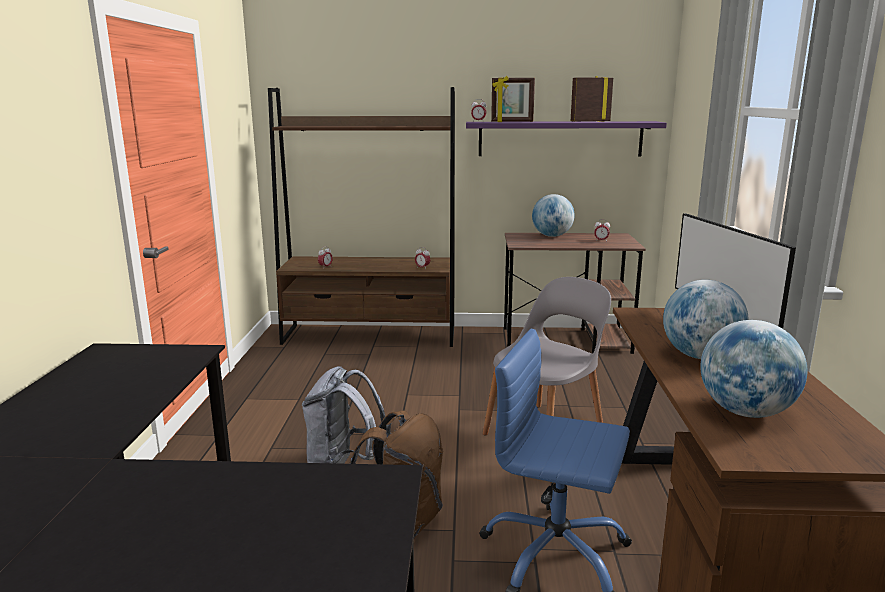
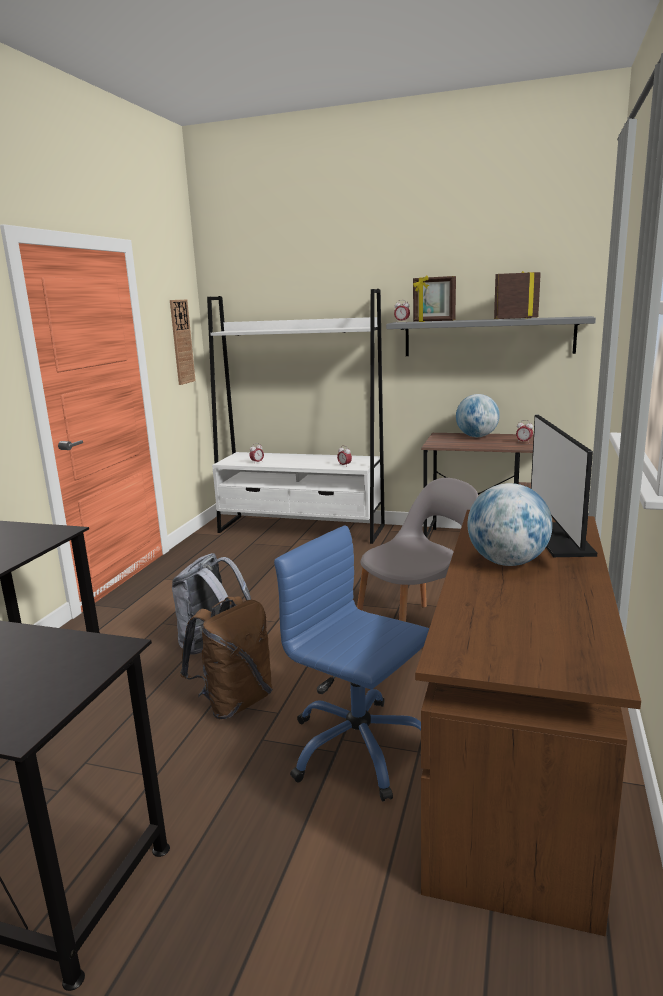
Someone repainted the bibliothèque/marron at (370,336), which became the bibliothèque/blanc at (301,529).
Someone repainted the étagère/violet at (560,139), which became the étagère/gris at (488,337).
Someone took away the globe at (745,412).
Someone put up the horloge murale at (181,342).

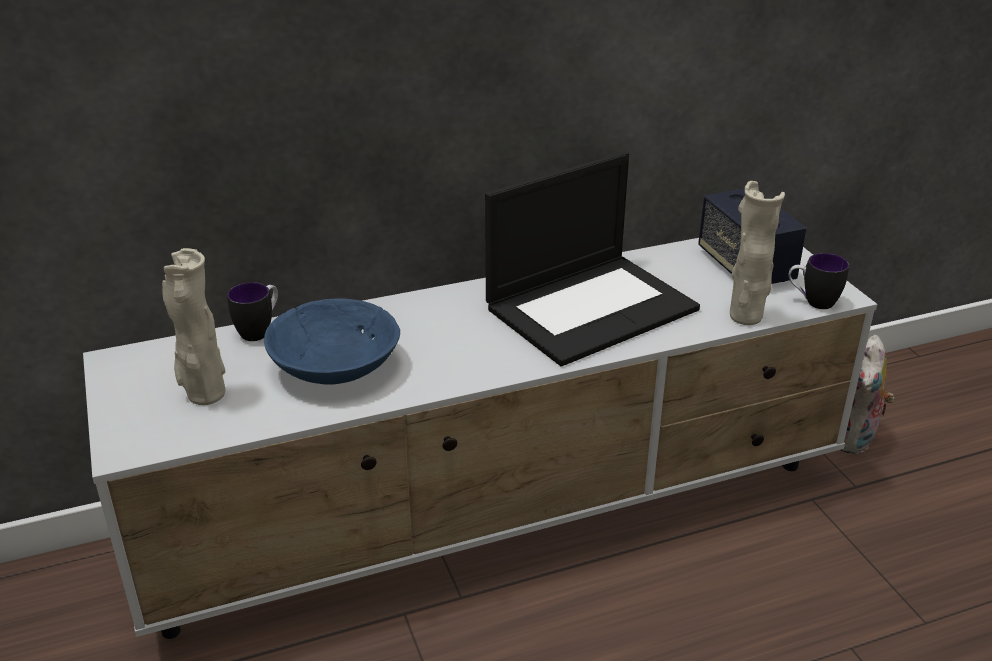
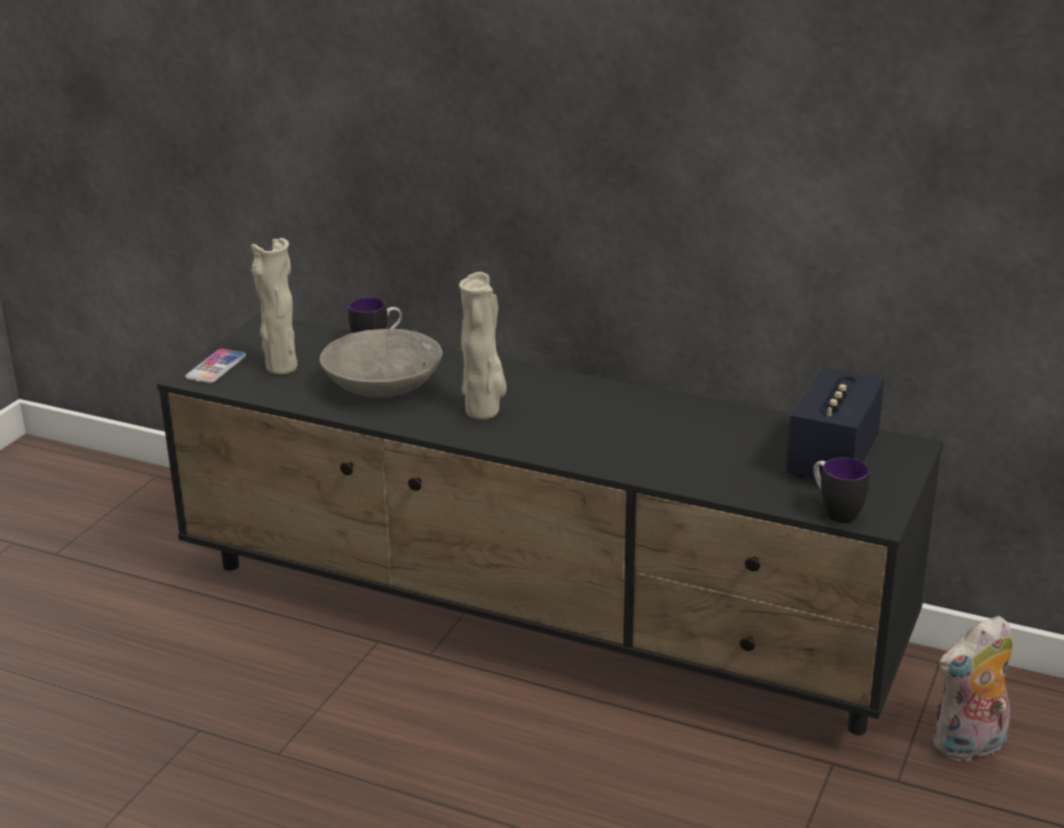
Someone repainted the meuble télé/blanc at (499,515), which became the meuble télé/noir at (538,620).
Someone repainted the bol/bleu at (336,367), which became the bol/gris at (382,387).
Someone took away the ordinateur portable at (591,307).
Someone carried the vase/beige from (746,316) to (484,412).
Someone put down the téléphone at (216,367).

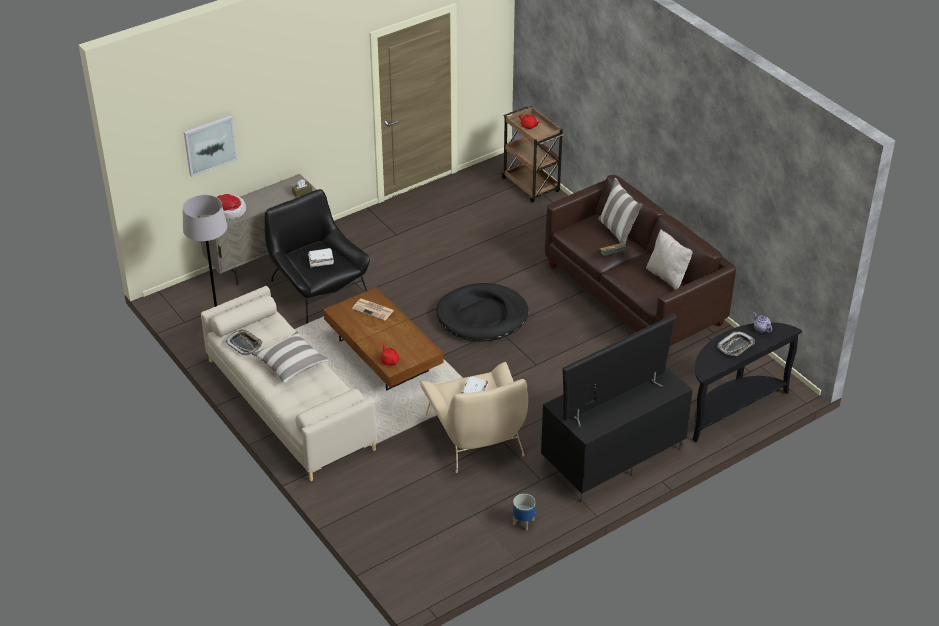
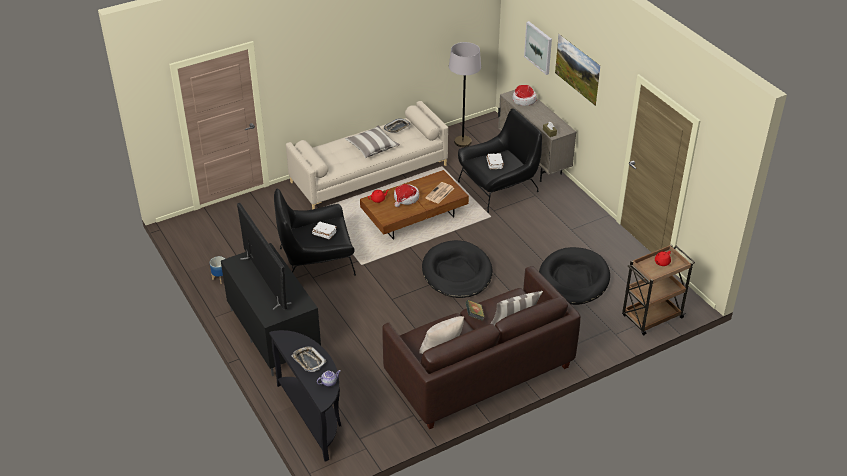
Someone repainted the fauteuil/beige at (476,435), which became the fauteuil/noir at (316,260).
Someone put down the chapeau at (406,198).
Someone put down the panier pour chien/noir at (573,279).
Someone put up the tableau at (576,79).

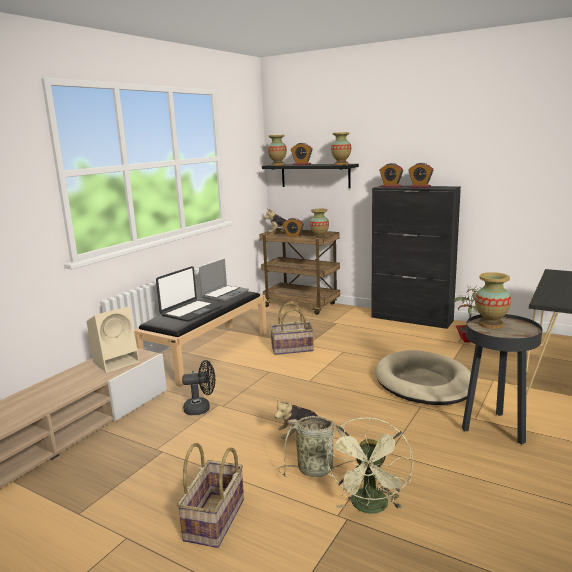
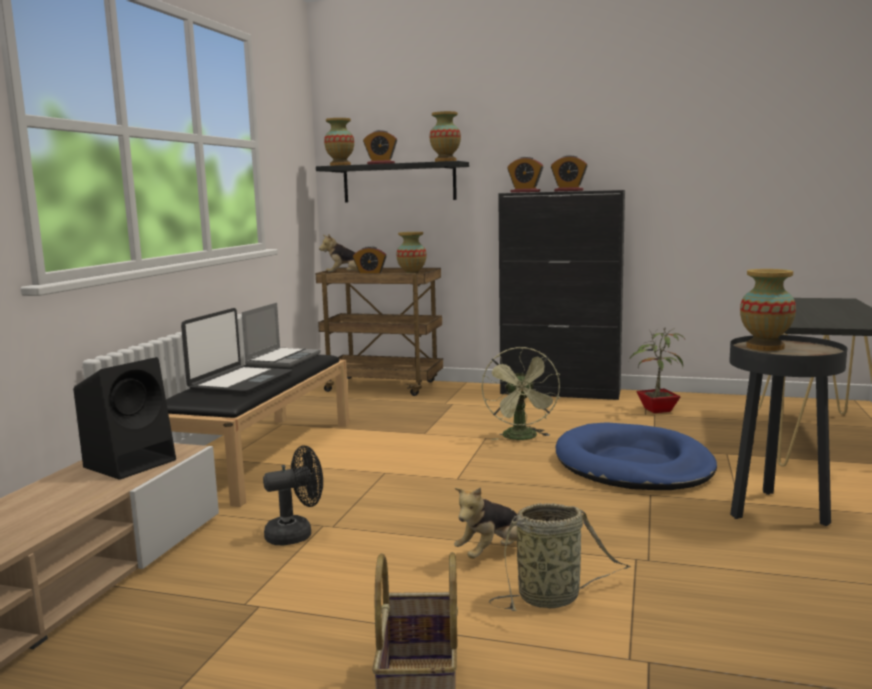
Someone repainted the enceinte/beige at (117,361), which became the enceinte/noir at (131,463).
Someone took away the panier at (292,349).
Someone carried the ventilateur/vert from (370,508) to (522,438).
Someone repainted the panier pour chien/beige at (423,382), which became the panier pour chien/bleu at (633,465).

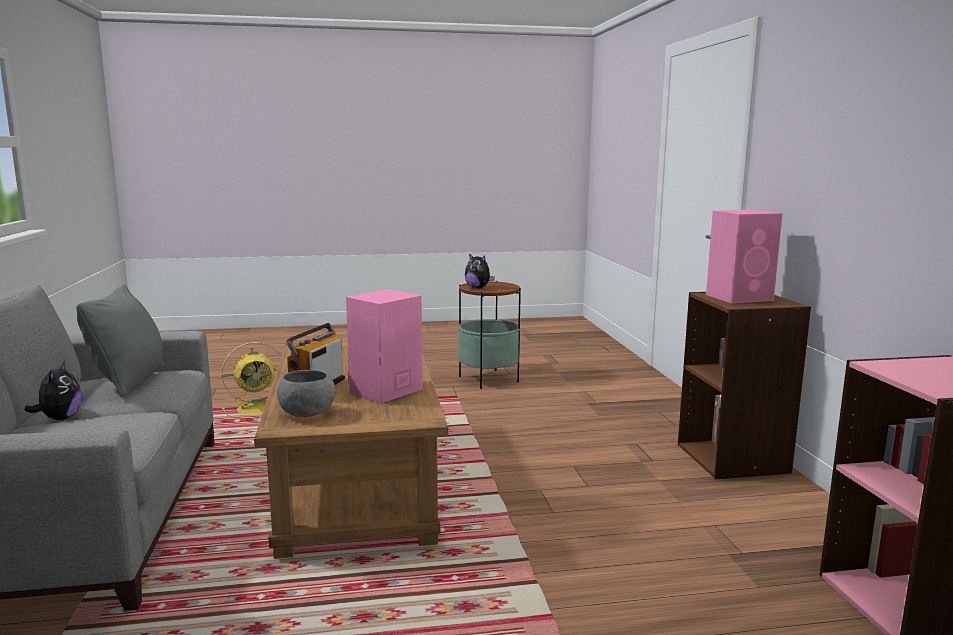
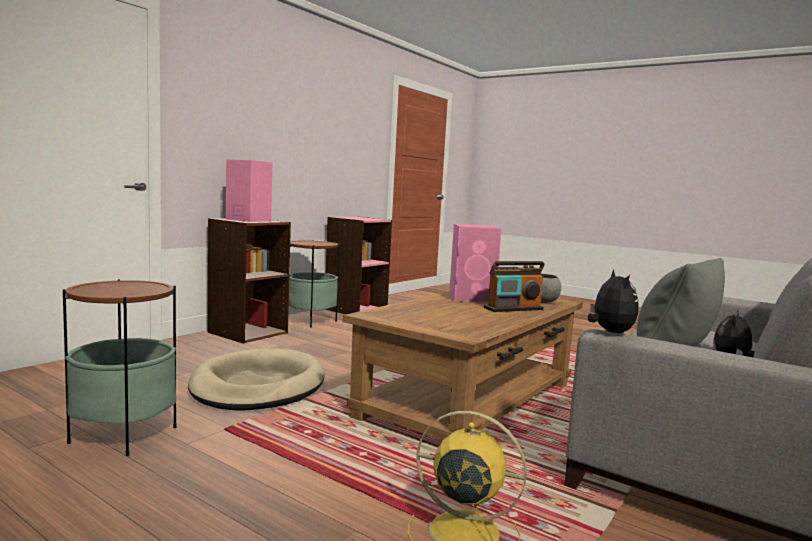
Someone carried the peluche from (478,288) to (610,332).
Someone put down the panier pour chien/beige at (258,386).
Someone put down the table d'appoint at (310,321).

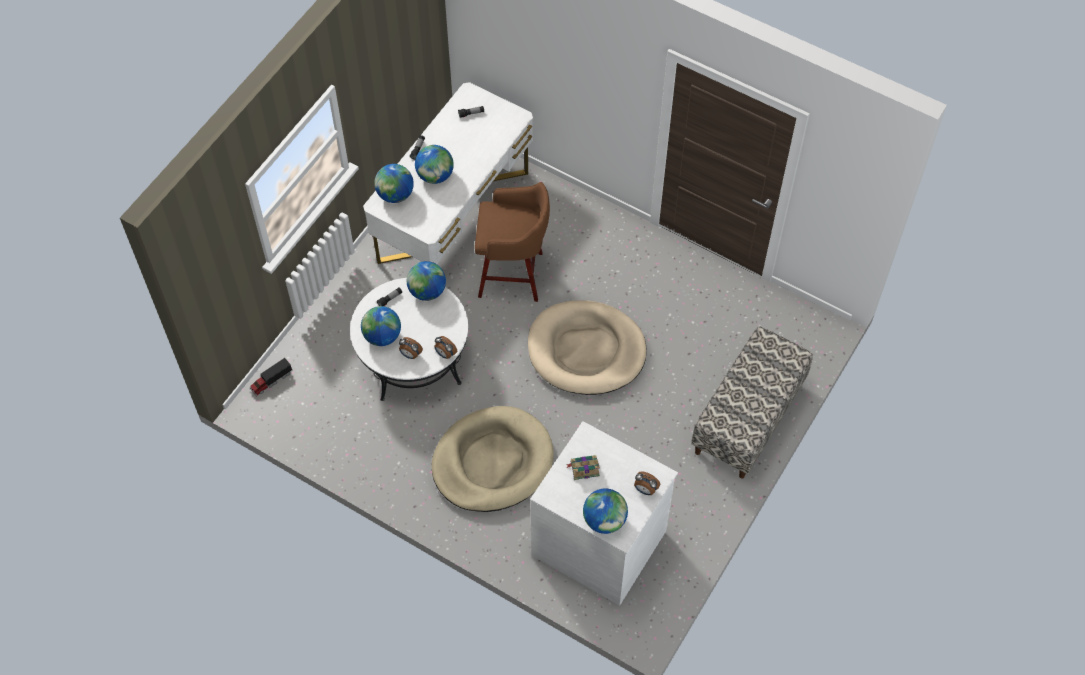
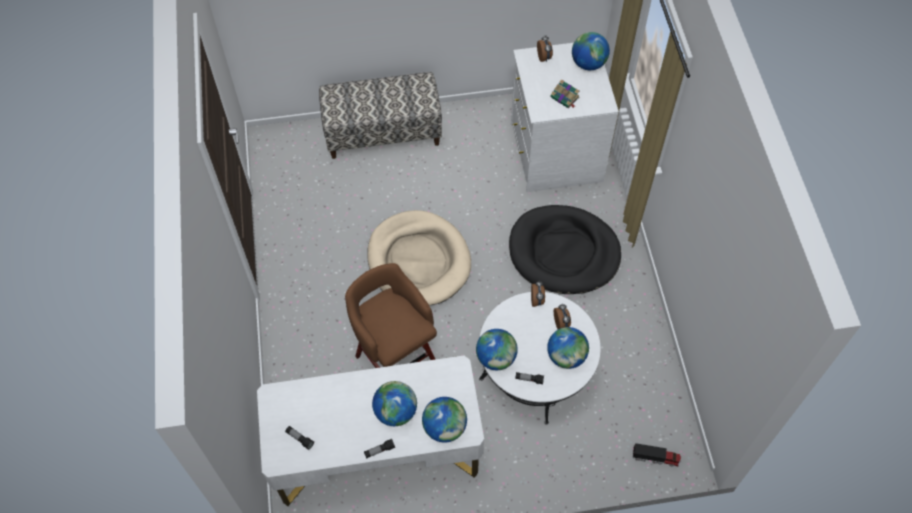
Someone repainted the panier pour chien/beige at (492,462), which became the panier pour chien/noir at (563,252).

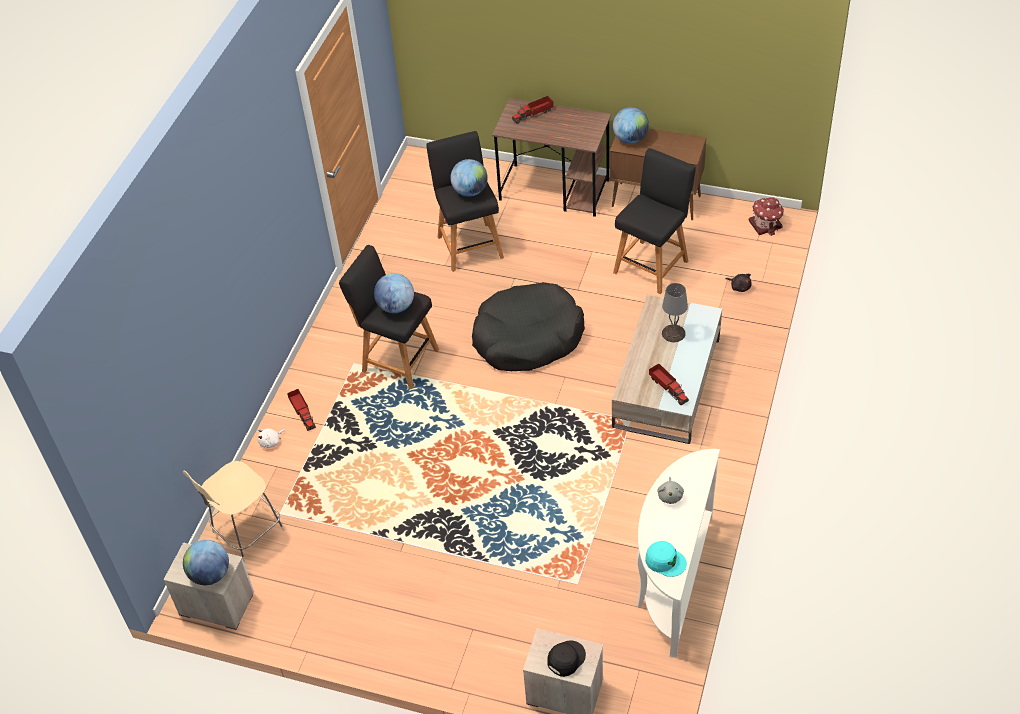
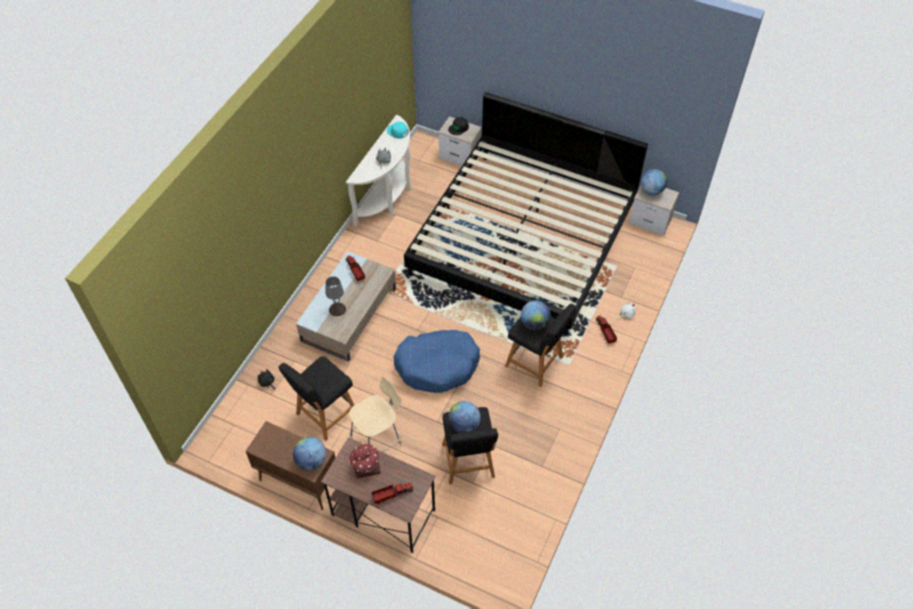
Someone carried the chaise/beige from (246,532) to (377,441).
Someone repainted the panier pour chien/noir at (527,337), which became the panier pour chien/bleu at (437,365).
Someone carried the maison miniature from (766,224) to (366,466).
Someone put down the lit at (523,239).

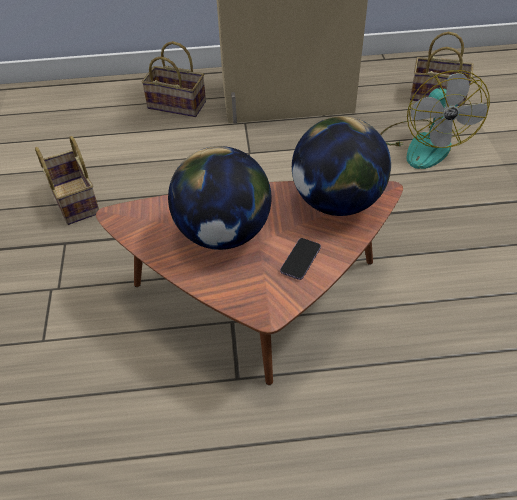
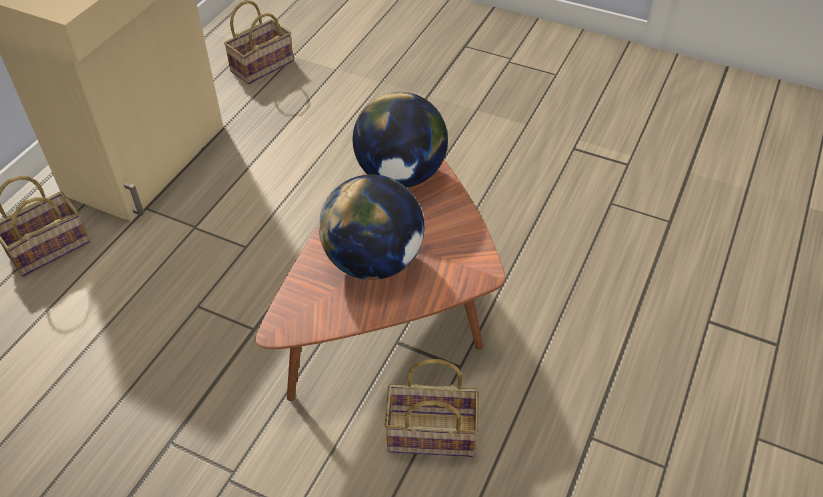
Someone carried the panier from (73,200) to (429,436).
Someone took away the téléphone at (300,260).
Someone took away the ventilateur at (424,143).

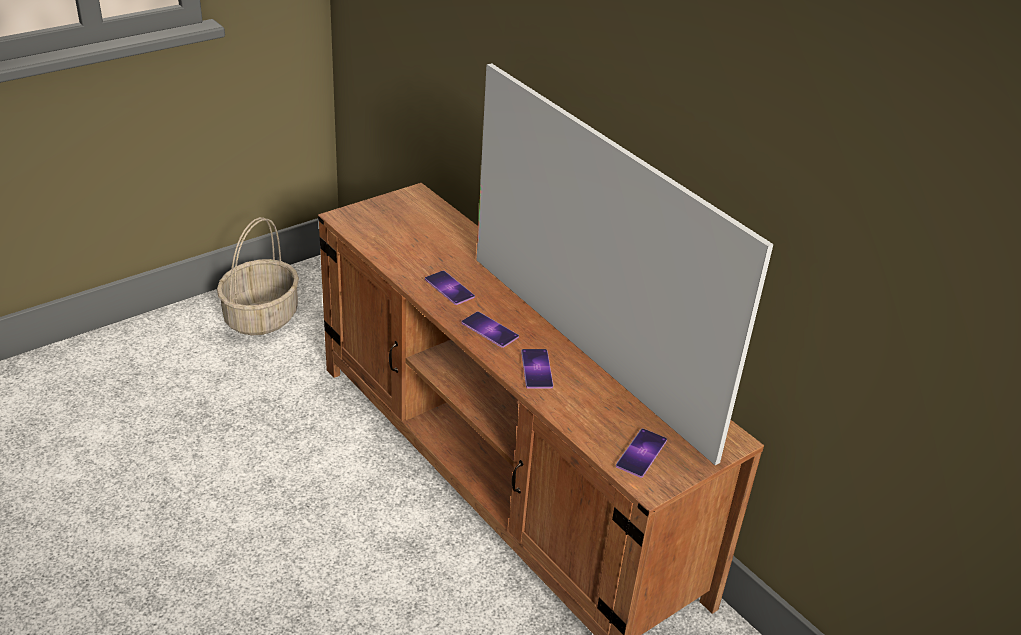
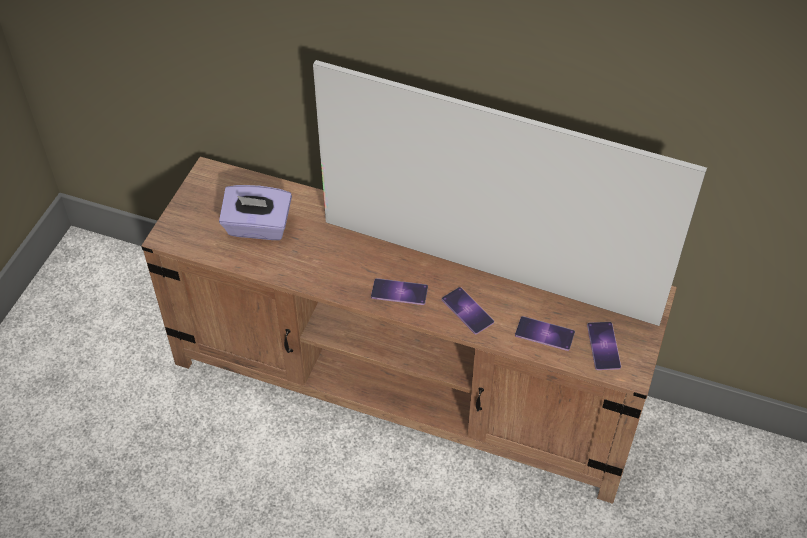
Someone took away the panier at (261,317).
Someone carried the téléphone from (449,288) to (544,333).
Someone put down the boîte à mouchoirs/violet at (258,227).

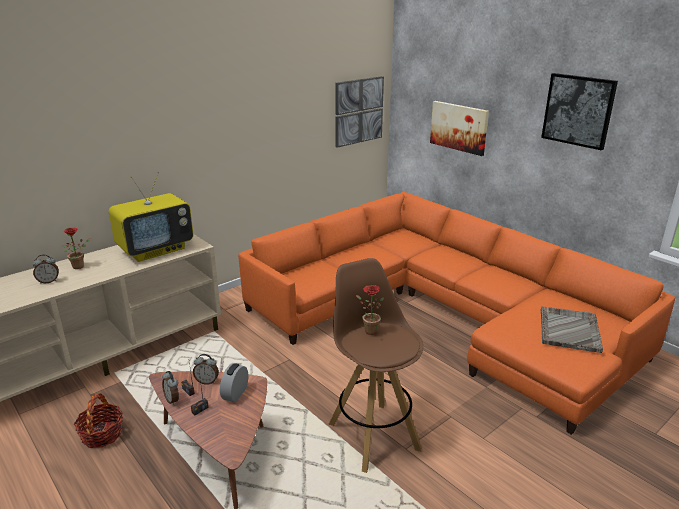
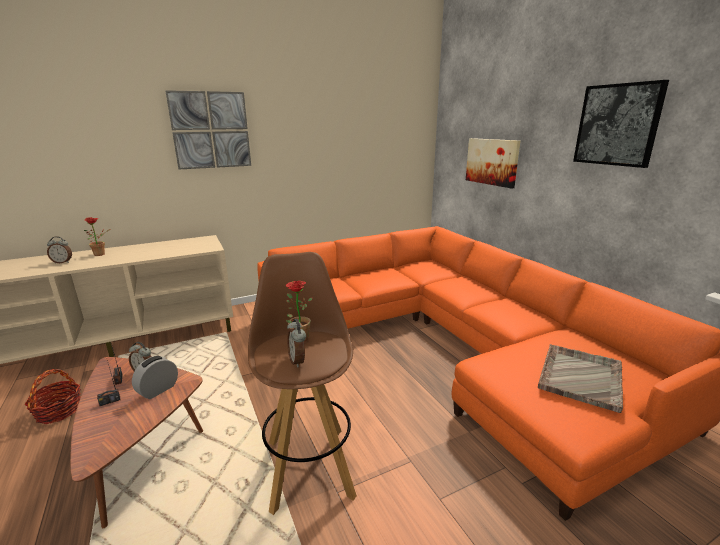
Someone took away the téléviseur at (156,249).
Someone carried the réveil from (172,400) to (298,361).
Someone carried the tableau from (358,111) to (210,130).

